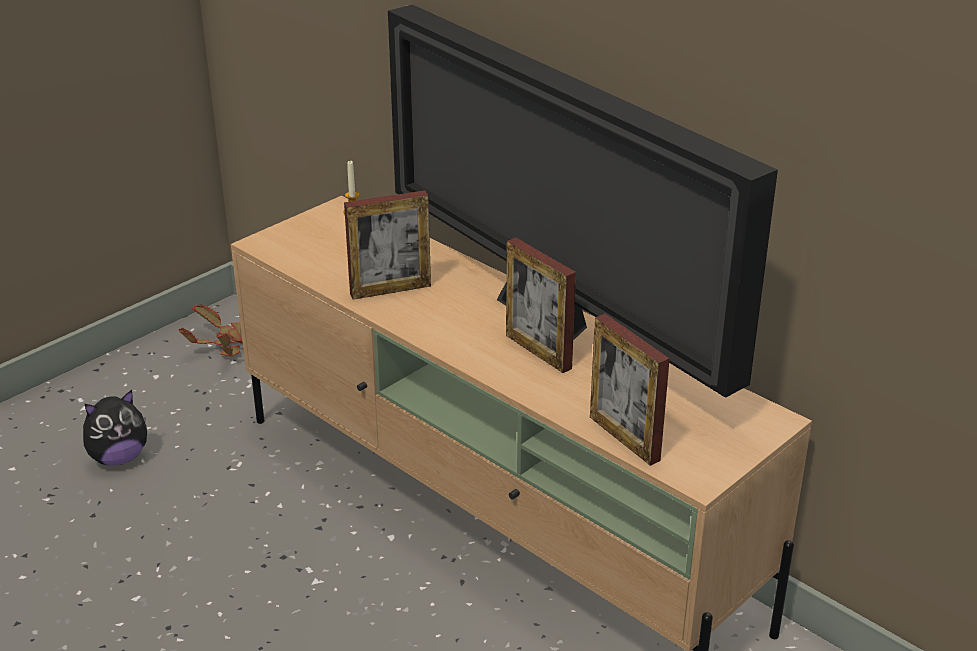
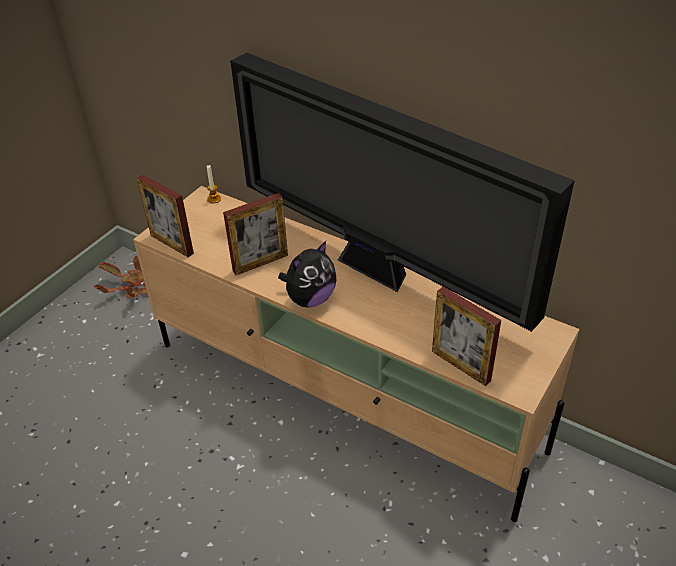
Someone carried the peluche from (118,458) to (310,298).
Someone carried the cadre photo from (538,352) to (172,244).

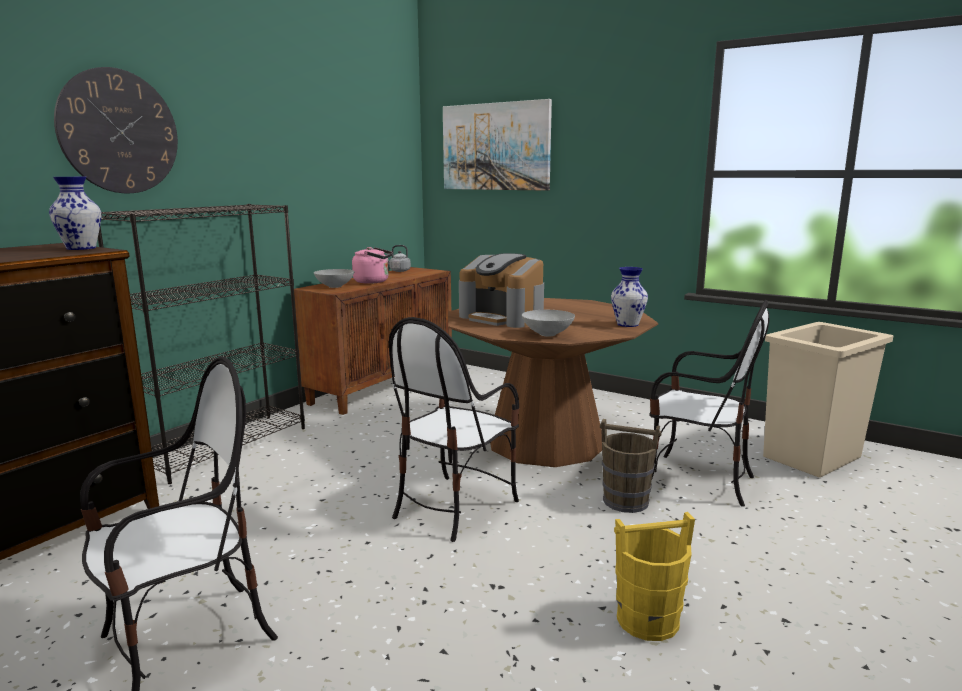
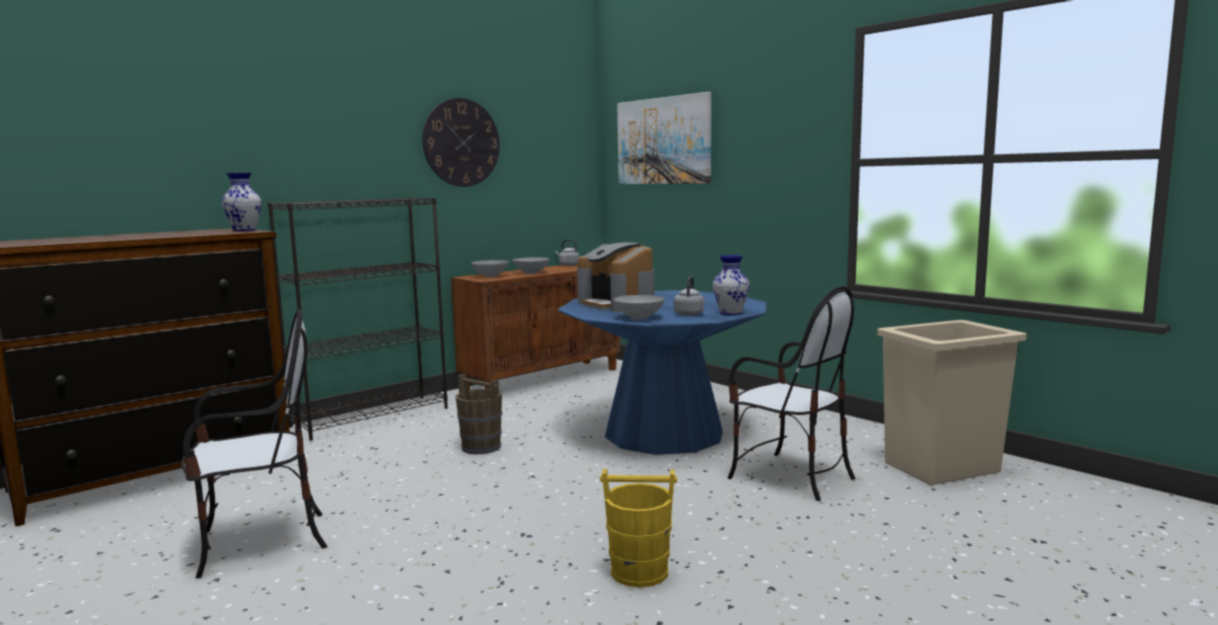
Someone carried the horloge murale from (119,132) to (461,142).
Someone swapped the bouilloire/rose at (374,281) for the bol/gris at (531,273).
Someone took away the chaise at (454,507).
Someone repainted the table à manger/marron at (546,441), which became the table à manger/bleu at (664,433).
Someone carried the seau/marron from (626,501) to (481,447).
Someone put down the bouilloire/gris at (689,314).

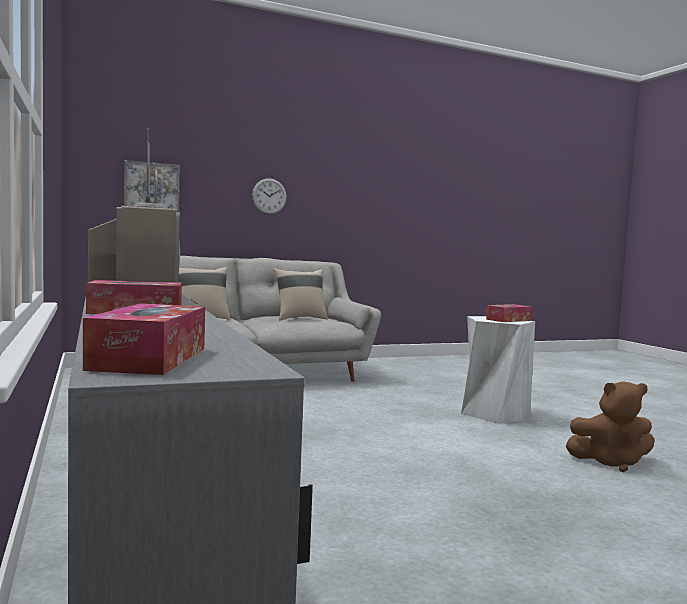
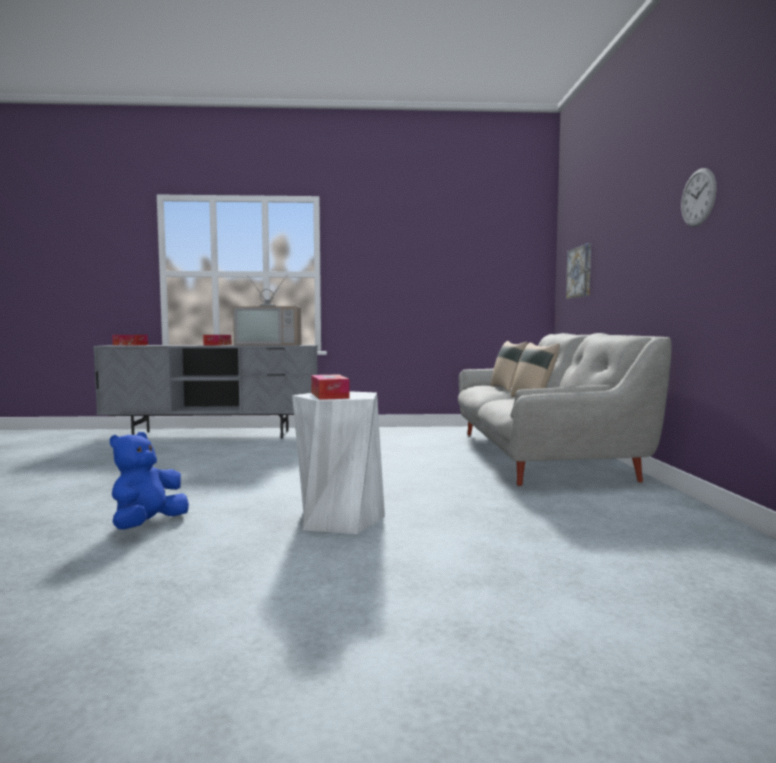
Someone carried the horloge murale from (269,196) to (698,197).
Someone repainted the peluche/marron at (610,462), which became the peluche/bleu at (147,524).

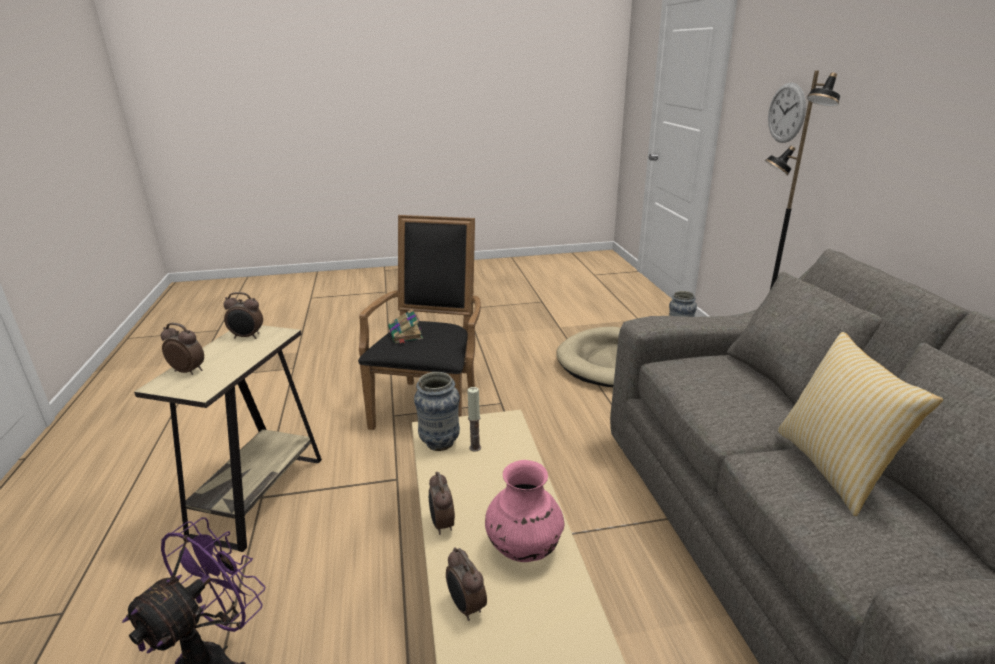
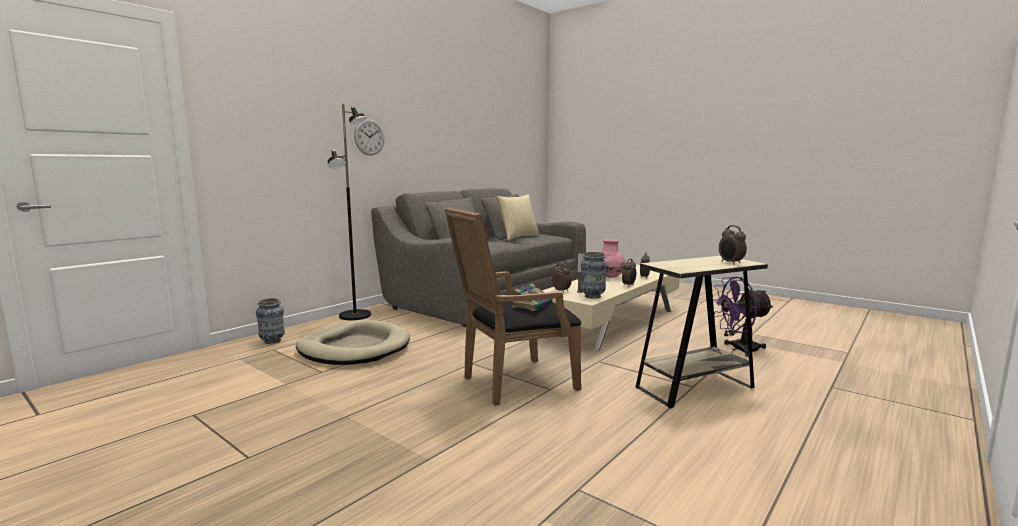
Someone carried the réveil from (247,337) to (561,291).
Someone carried the horloge murale from (786,113) to (369,137).

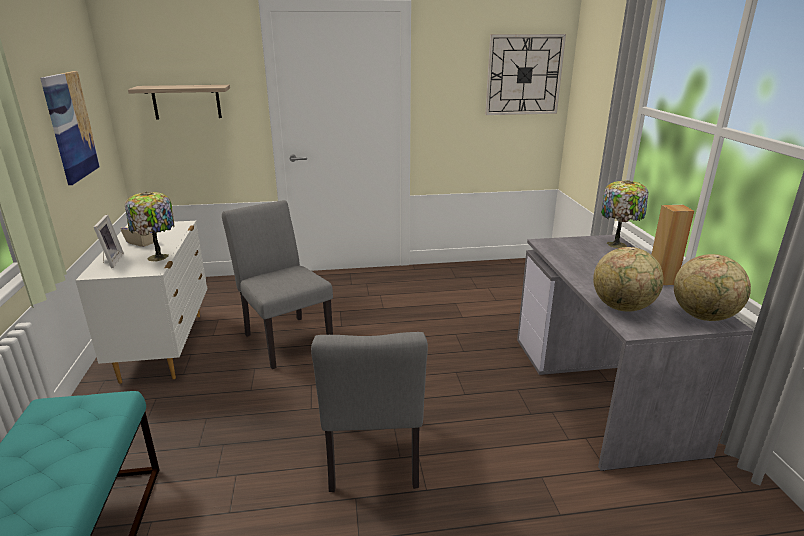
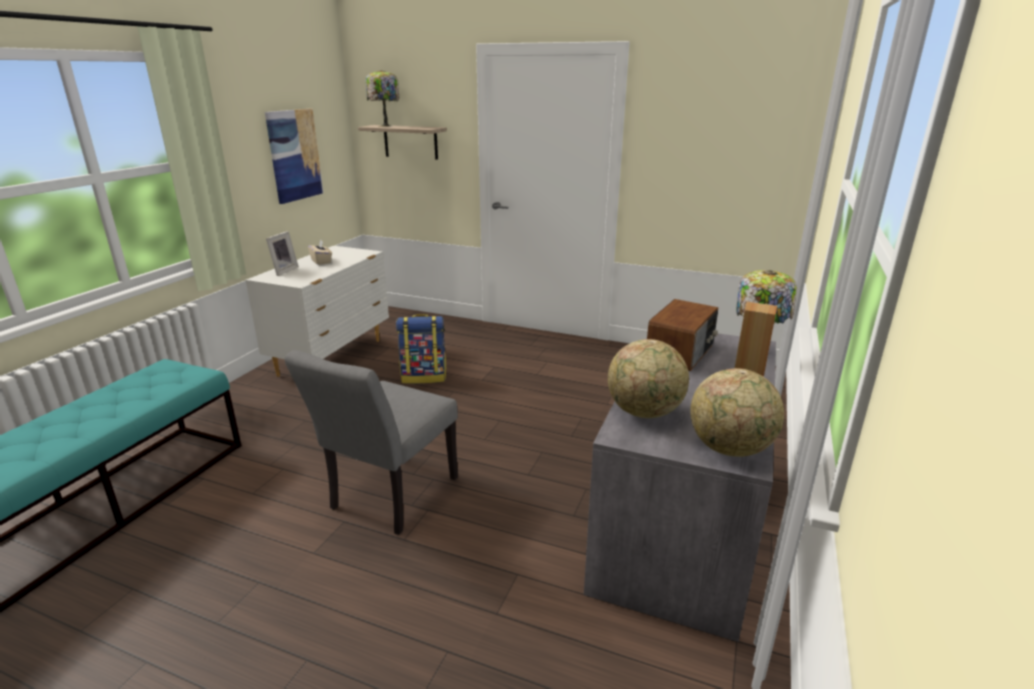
Someone carried the lampe de table from (158,258) to (385,126).
Someone swapped the chaise/gris at (284,338) for the sac à dos at (424,376).
Someone took away the horloge murale at (524,75).
Someone put down the radio at (681,352).

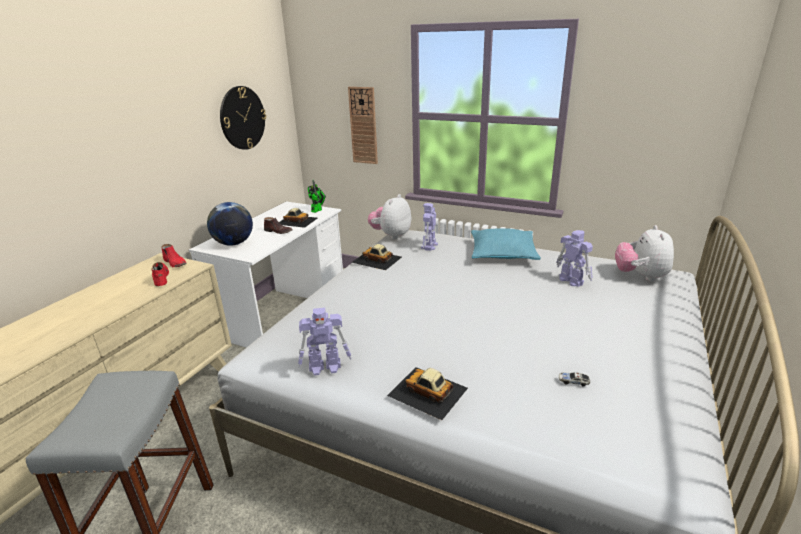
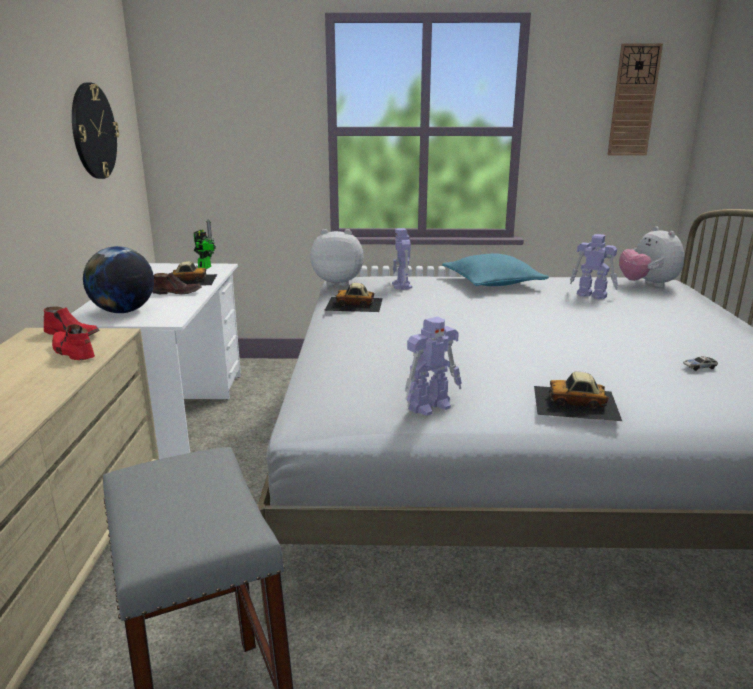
Someone carried the horloge murale from (363,126) to (633,101).
Someone rotated the peluche at (391,235) by 90 degrees clockwise.

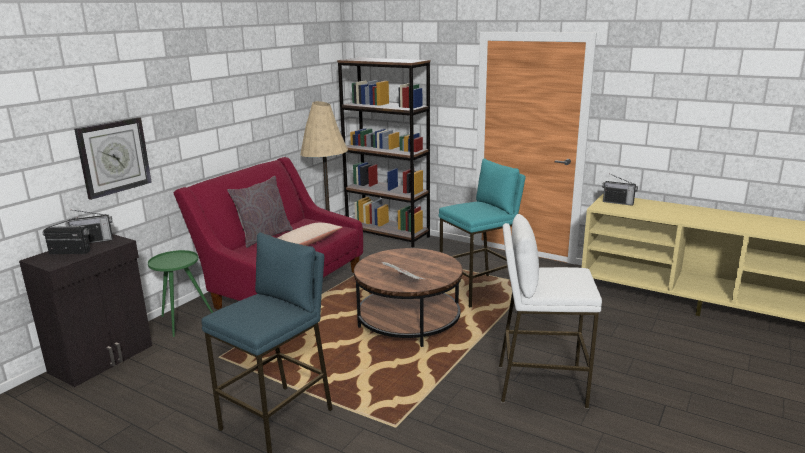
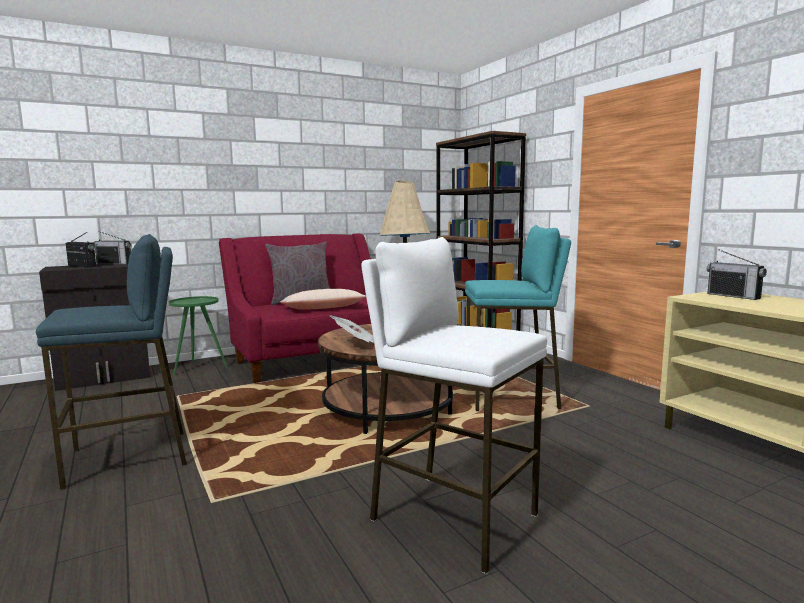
Someone took away the horloge murale at (114,157).

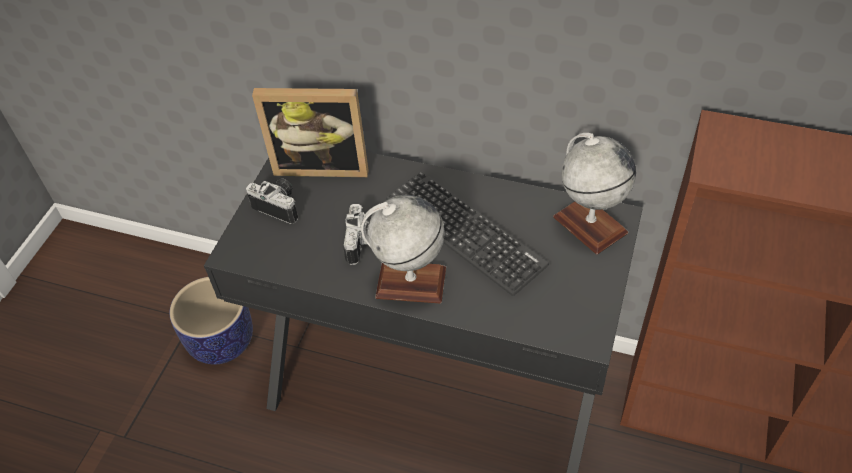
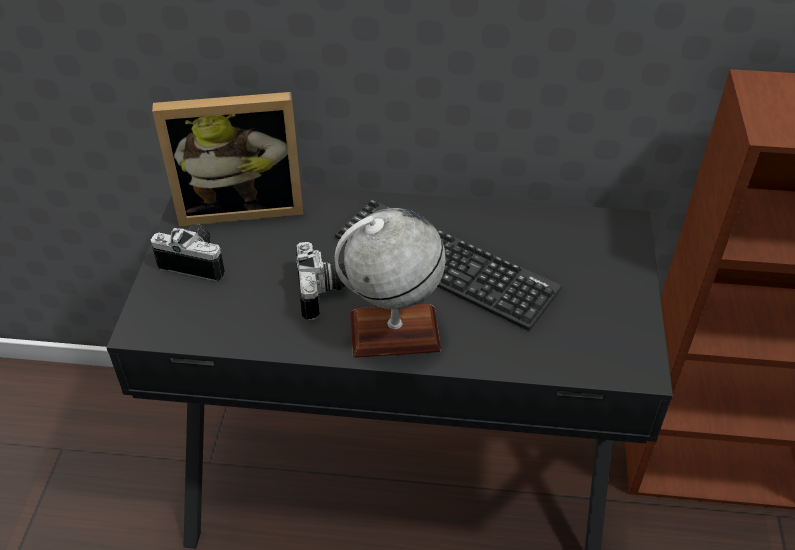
Someone took away the cache-pot at (222,341).
Someone took away the globe at (589,224).

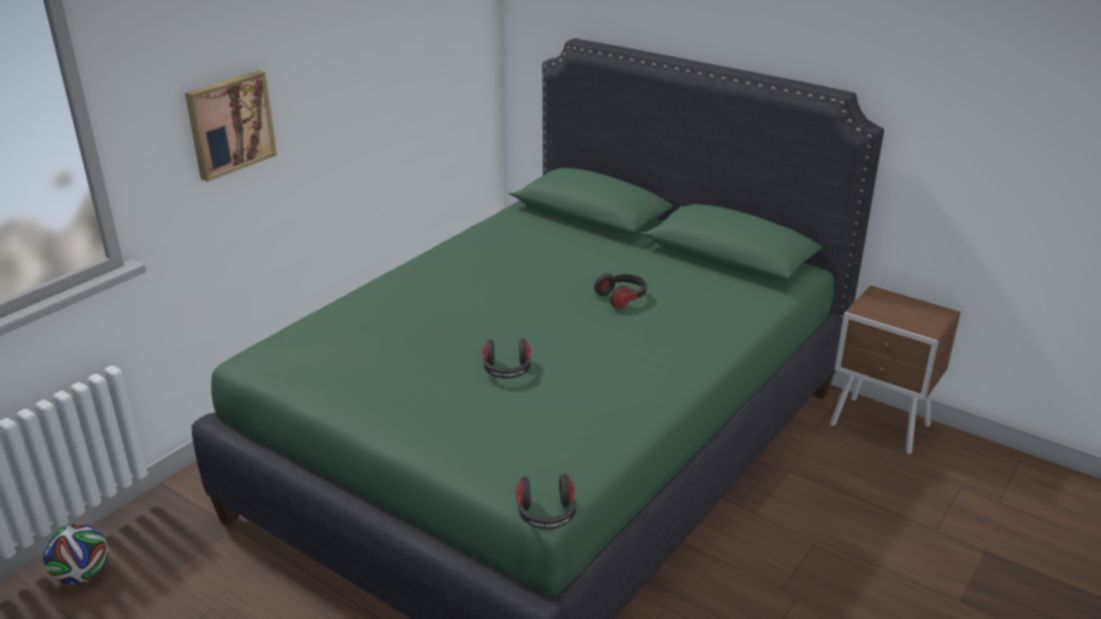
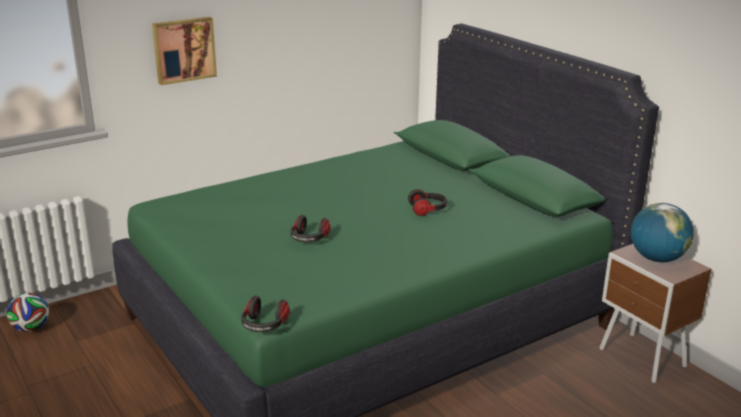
Someone put down the globe at (657,258).

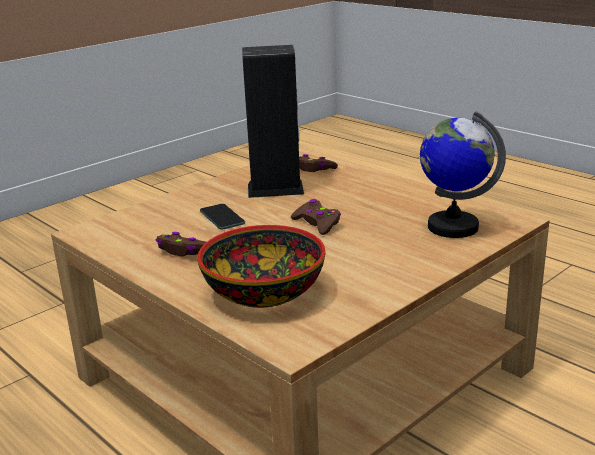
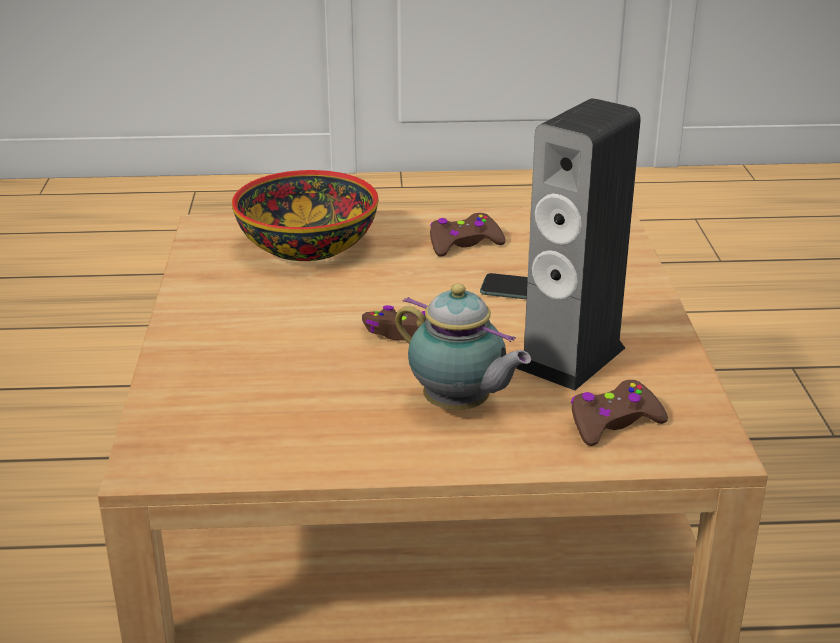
Someone took away the globe at (452,227).
Someone put down the théière at (459,407).

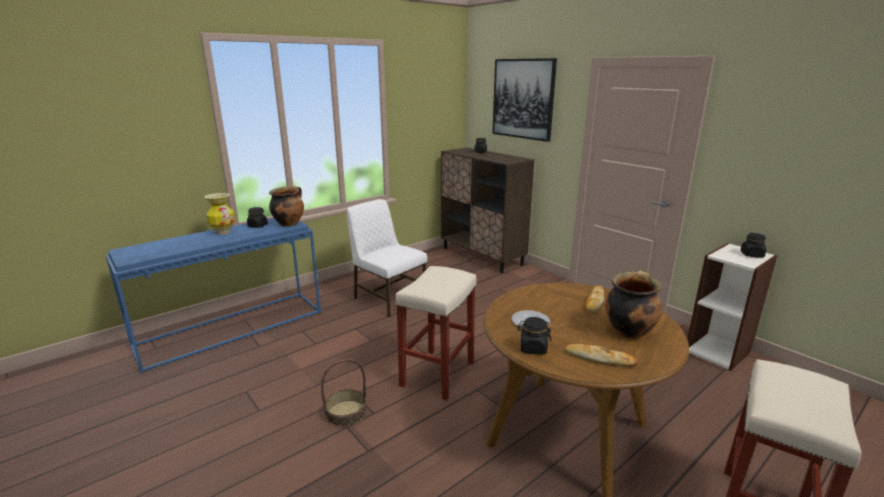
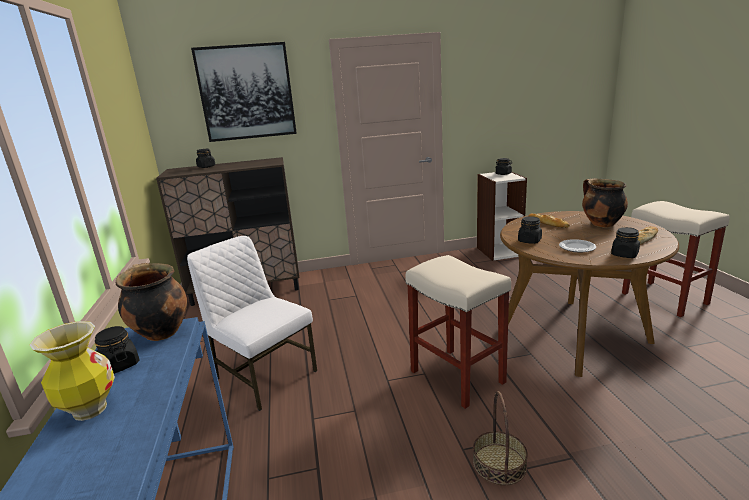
Someone rotated the chaise/blanc at (388,298) by 60 degrees clockwise.
Someone put down the bocal/noir at (529,241).

